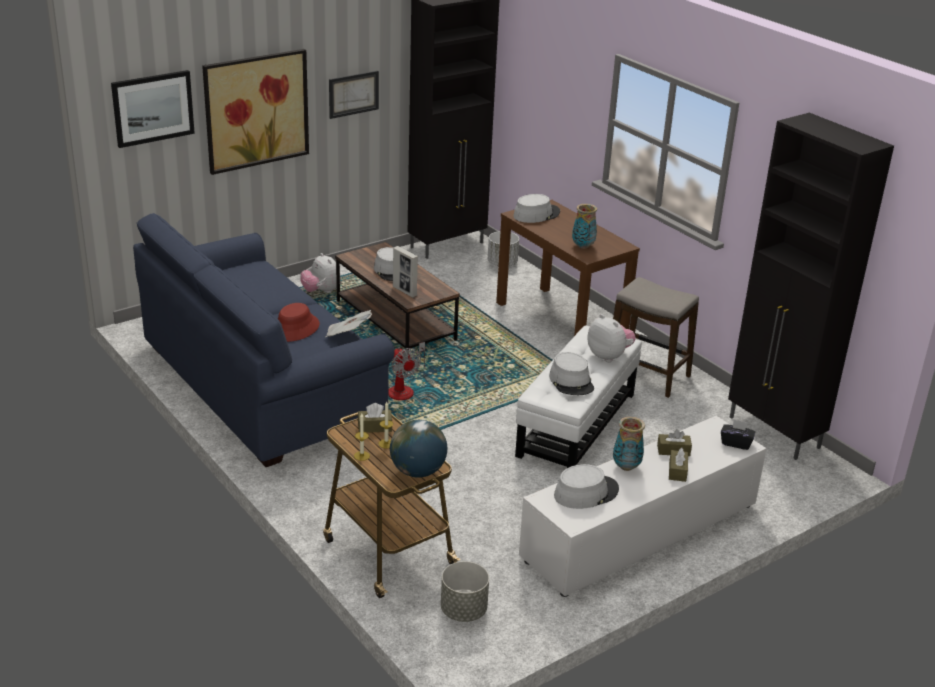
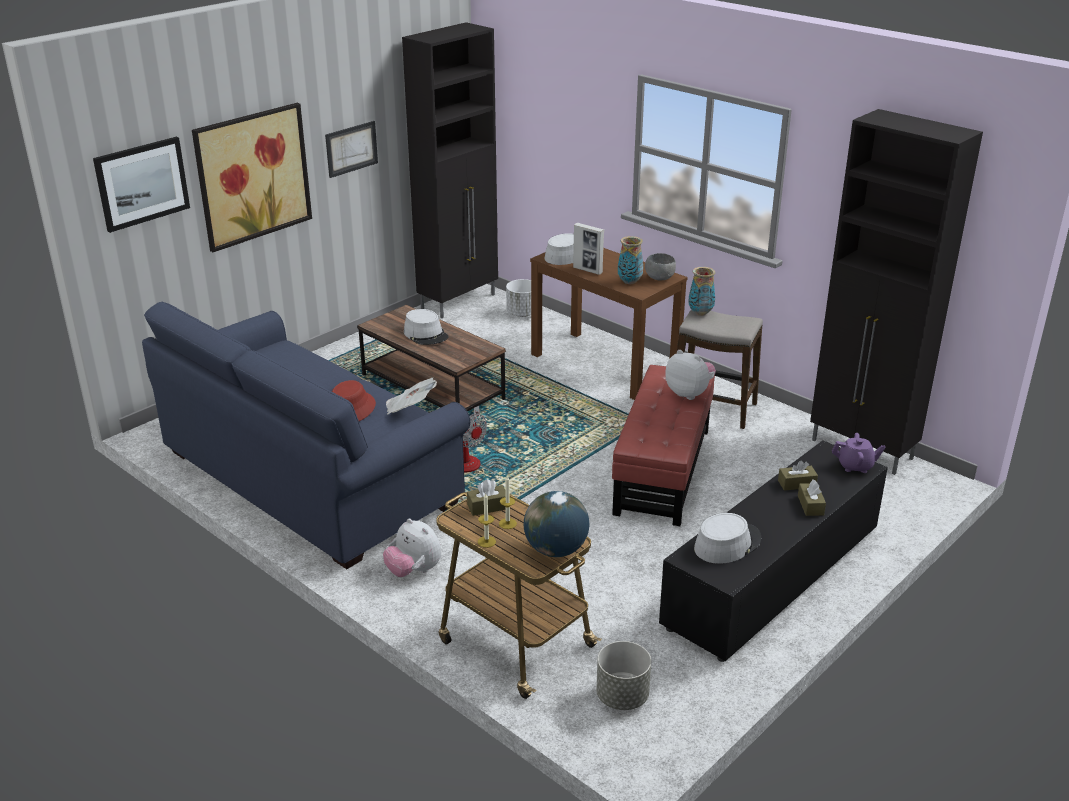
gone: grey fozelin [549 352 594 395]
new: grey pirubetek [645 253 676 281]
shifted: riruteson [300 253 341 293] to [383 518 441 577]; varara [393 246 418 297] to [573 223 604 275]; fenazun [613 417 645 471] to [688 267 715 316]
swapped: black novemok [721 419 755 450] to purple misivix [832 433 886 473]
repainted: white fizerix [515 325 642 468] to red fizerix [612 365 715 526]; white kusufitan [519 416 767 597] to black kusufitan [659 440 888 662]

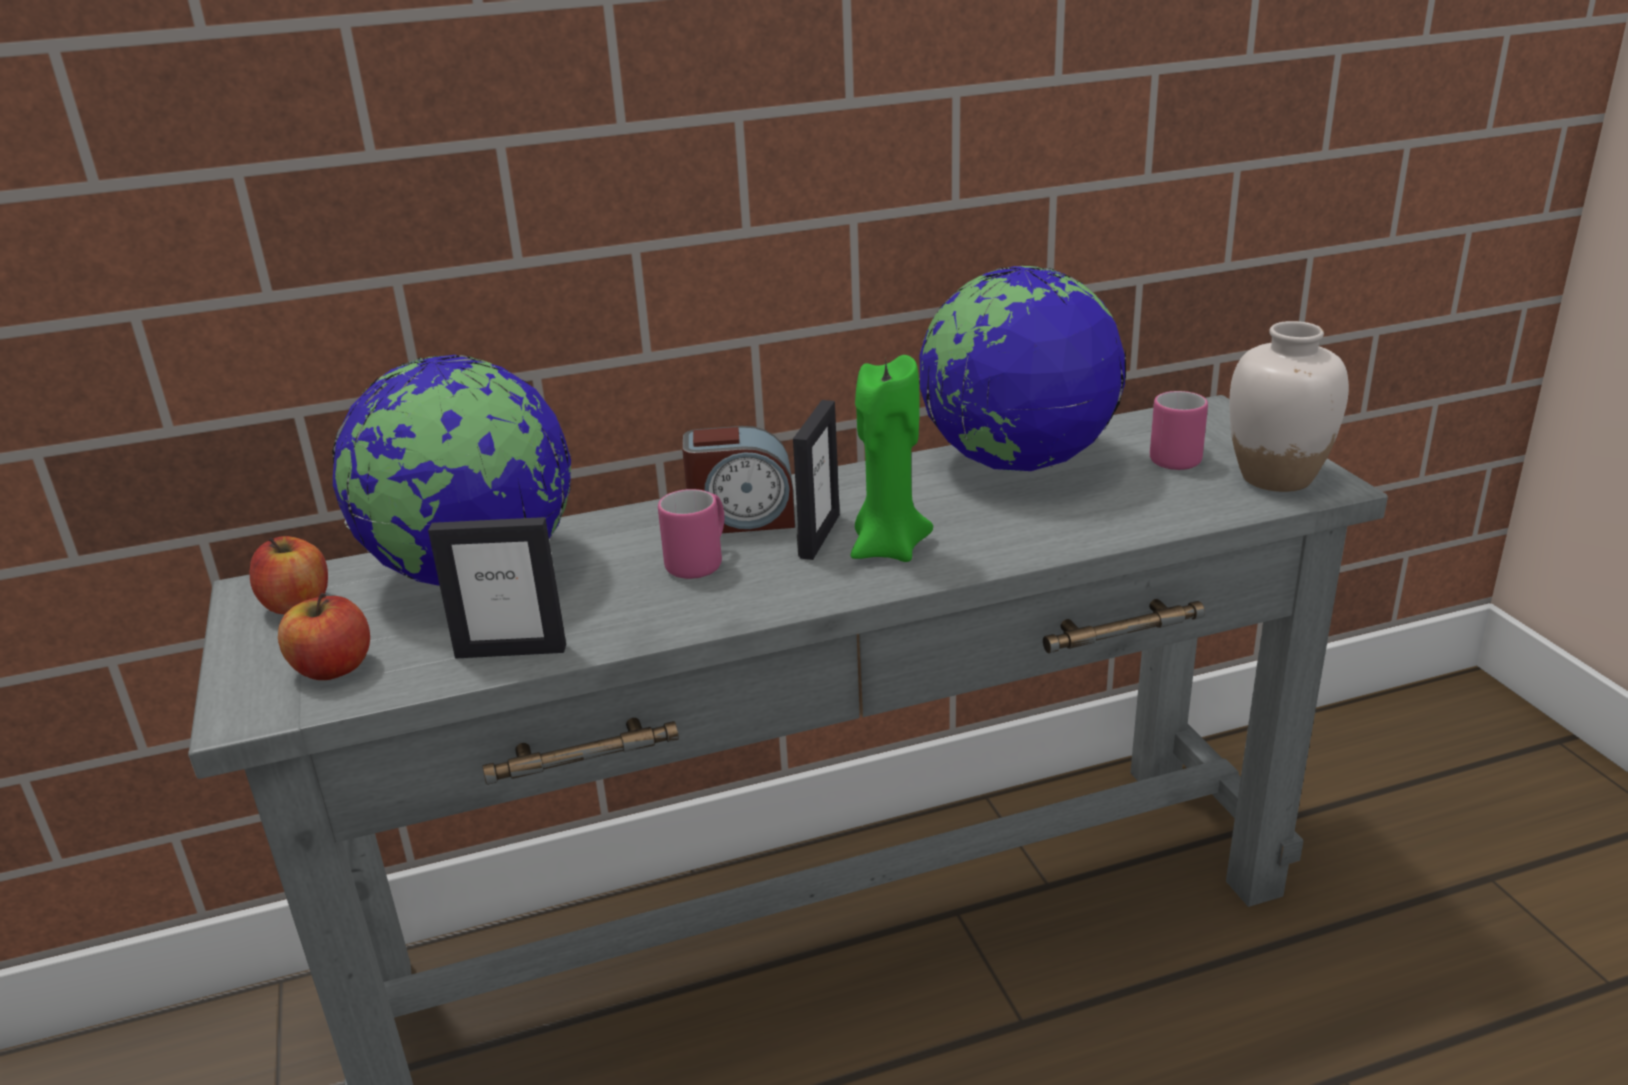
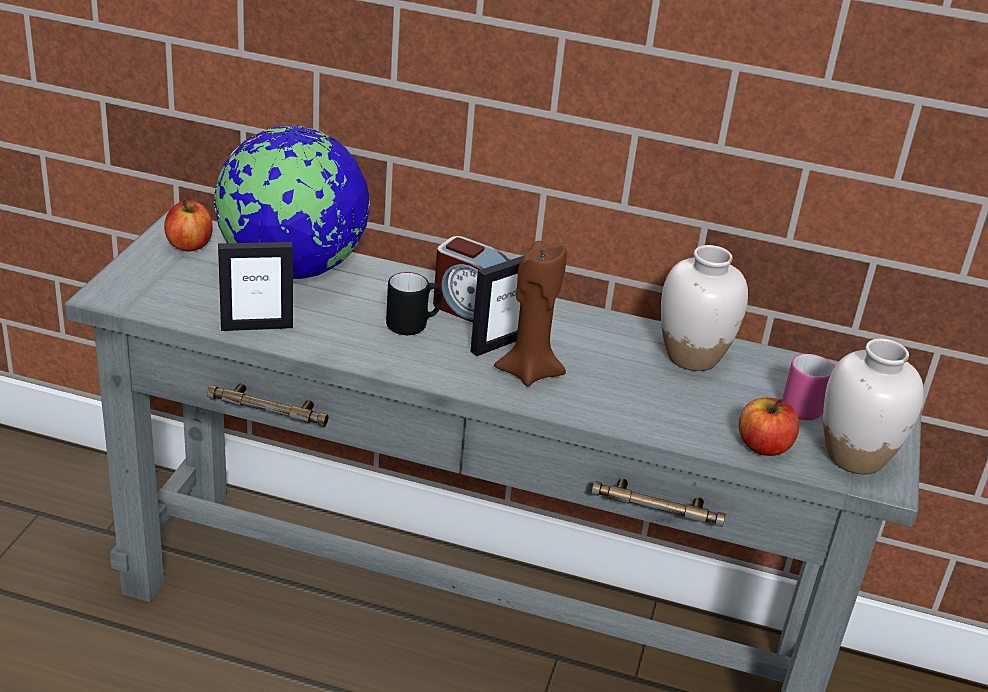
shifted: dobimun [278 593 370 680] to [739 398 799 456]
swapped: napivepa [919 266 1126 471] to white fenazun [661 245 748 371]
repainted: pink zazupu [658 489 724 579] to black zazupu [386 272 442 335]; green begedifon [851 355 933 562] to brown begedifon [494 241 567 386]
rotated: varara [428 517 566 659] = [218 242 293 331] 45 degrees counterclockwise

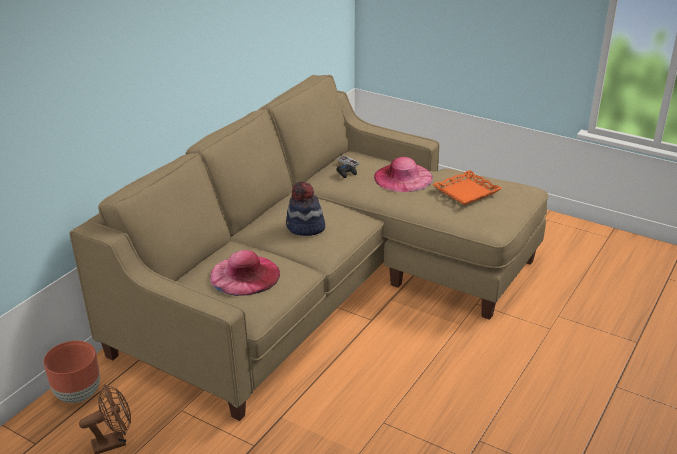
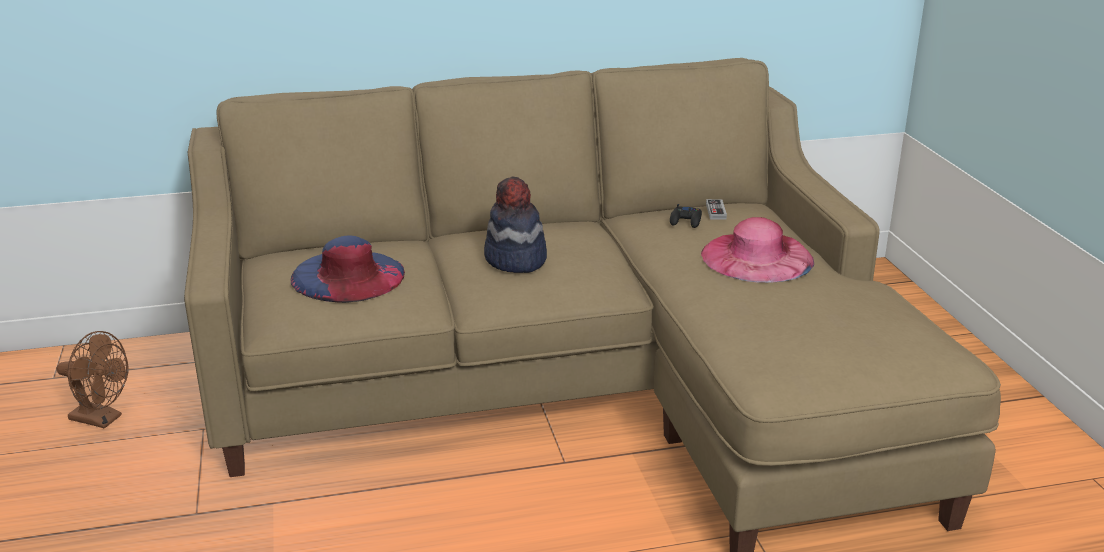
gone: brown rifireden [44 341 100 403]; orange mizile [432 170 502 205]
repainted: pink fozelin [210 250 280 296] to blue fozelin [291 235 405 303]

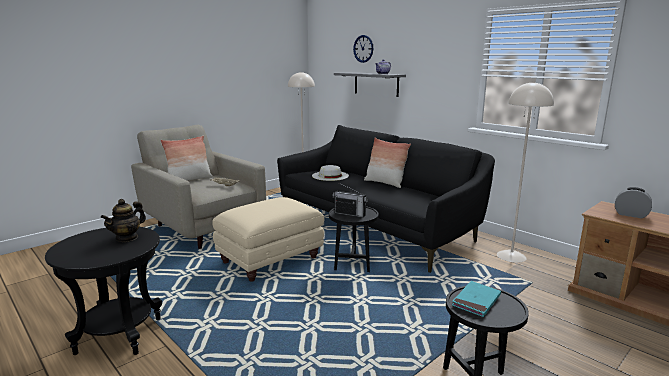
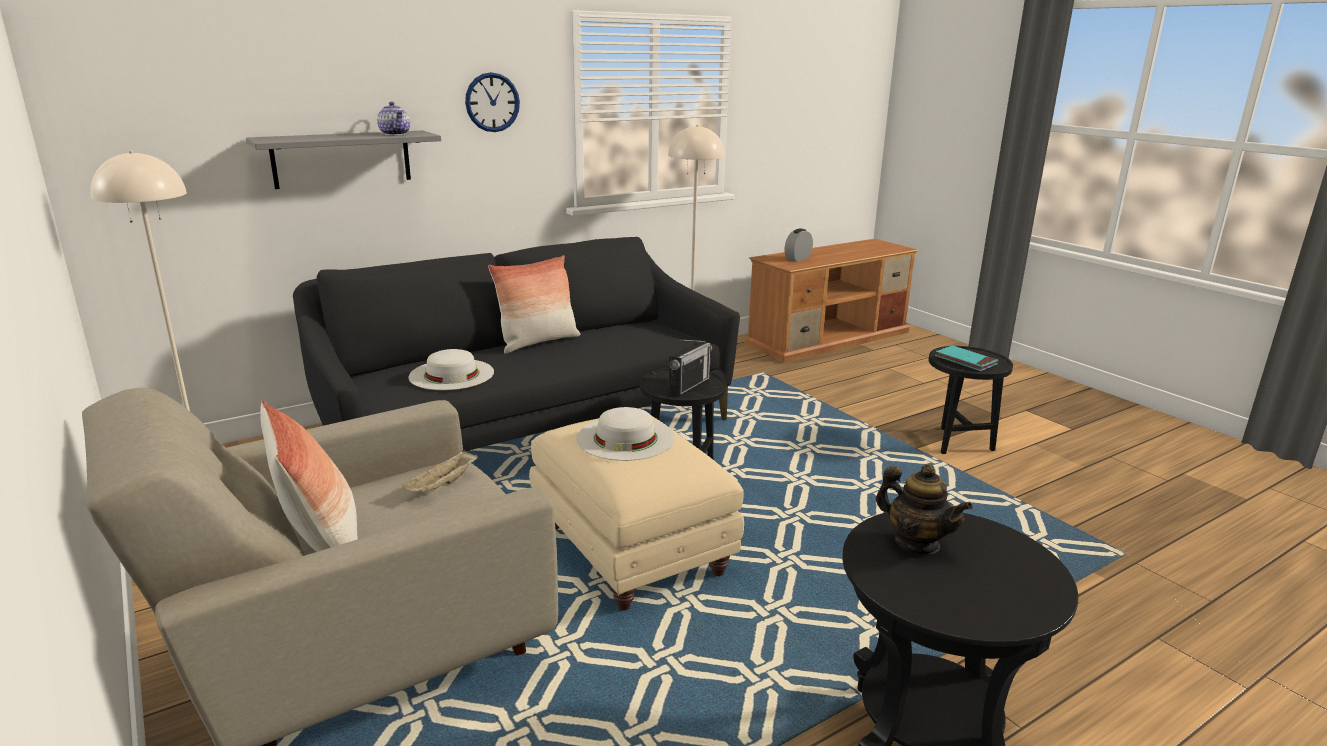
new: white fozelin [576 407 675 461]
shifted: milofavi [353 35 373 63] to [465 72 520 132]

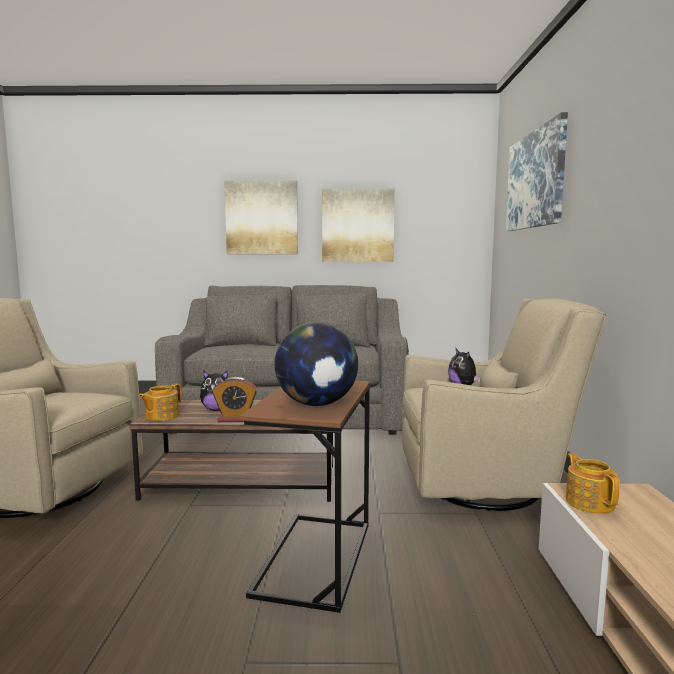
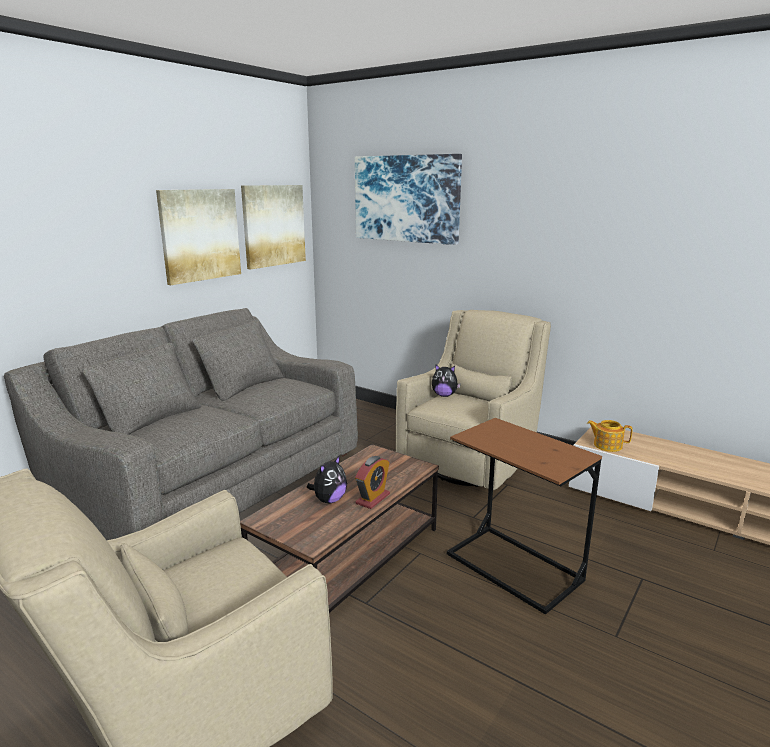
gone: misivix [139 383 181 421]; napivepa [274 322 358 406]
shifted: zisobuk [224 181 298 254] to [241 185 306 270]

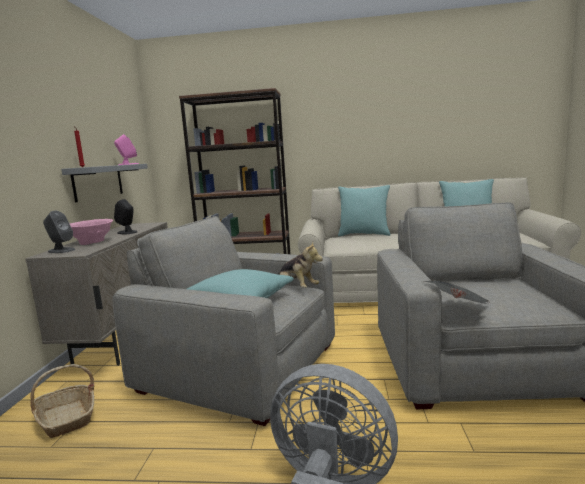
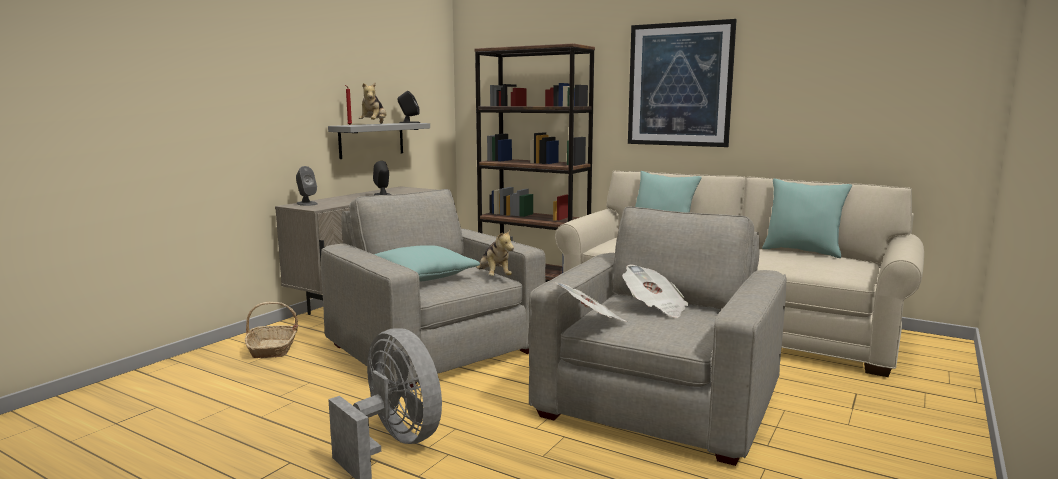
gone: pink pirubetek [70 219 113 245]
new: riruteson [359 82 386 124]; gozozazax [622 265 689 318]; zisobuk [628 19 737 147]
repainted: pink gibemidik [114 134 139 165] to black gibemidik [397 91 420 123]

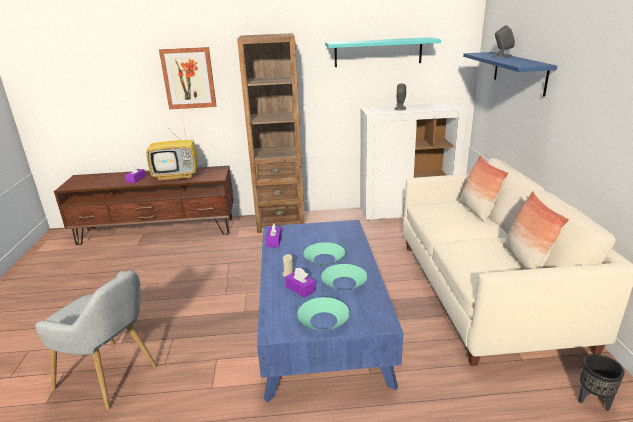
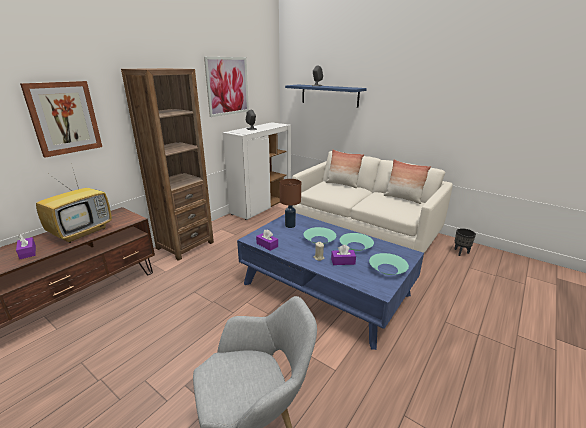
new: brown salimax [280 179 301 228]
swapped: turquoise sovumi [325 37 441 67] to zisobuk [204 57 249 117]

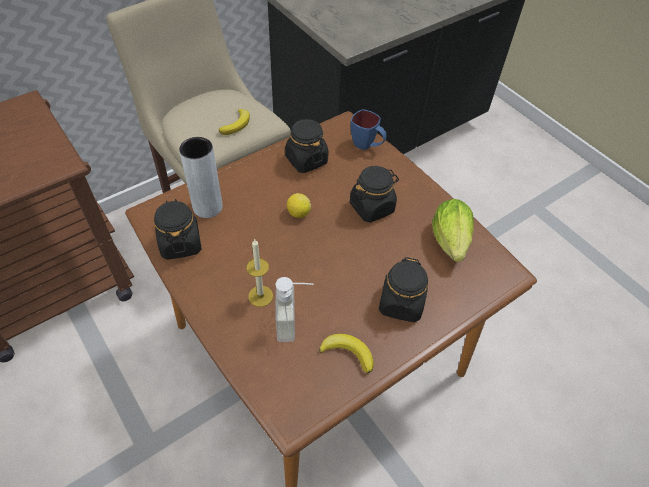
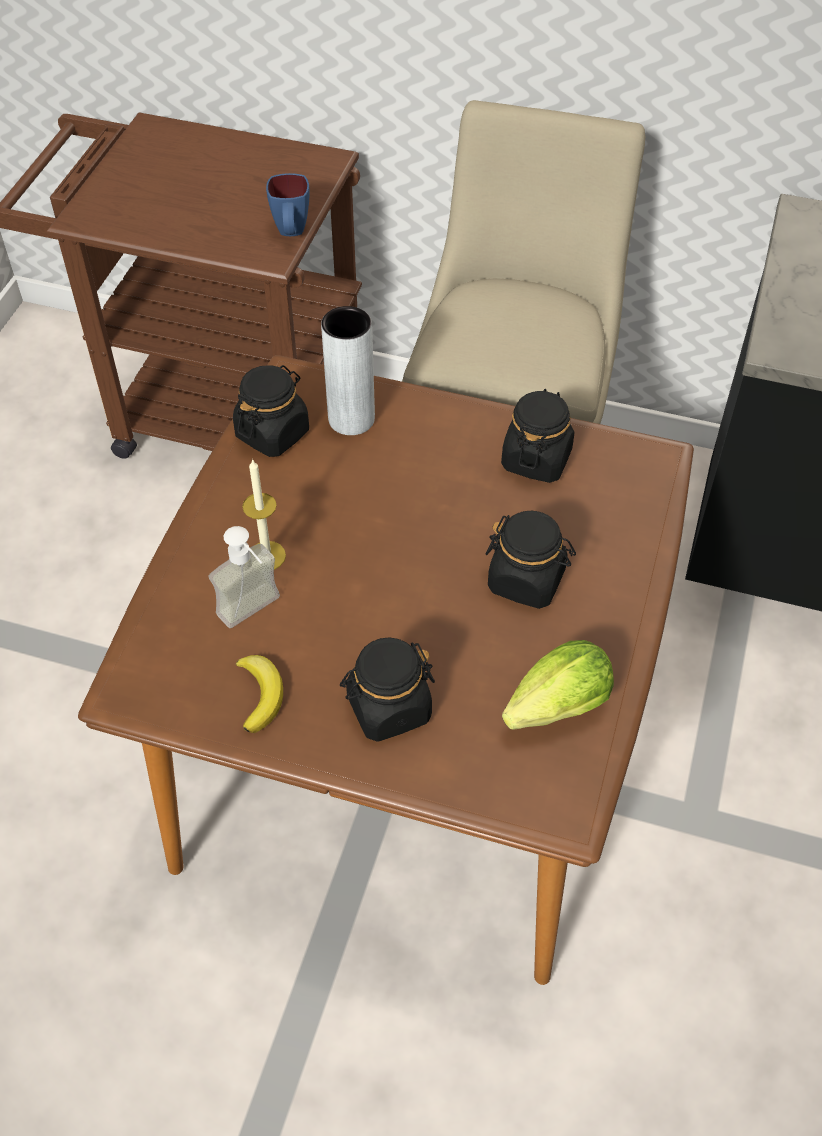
gone: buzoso [219 109 250 135]; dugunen [287 193 311 218]
shifted: blue zazupu [350 109 387 150] to [266 173 310 236]

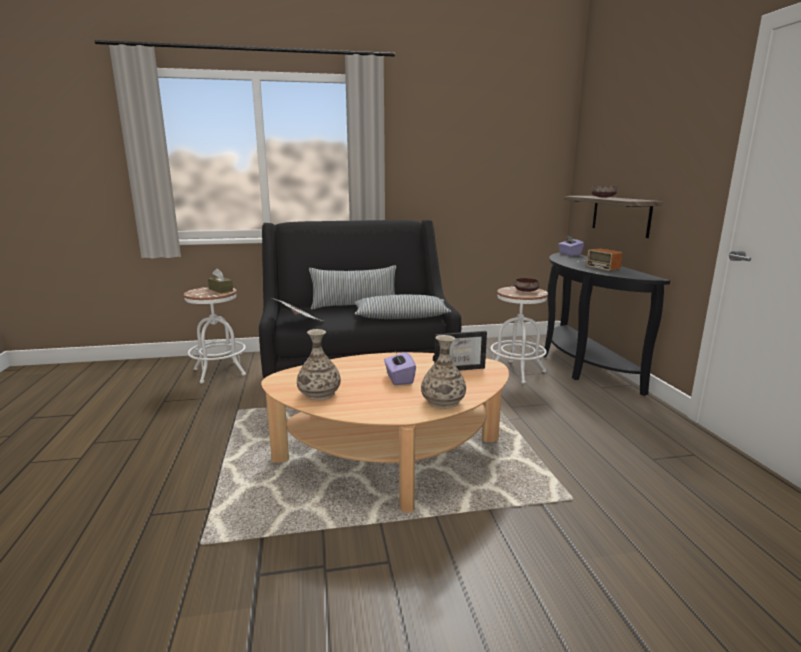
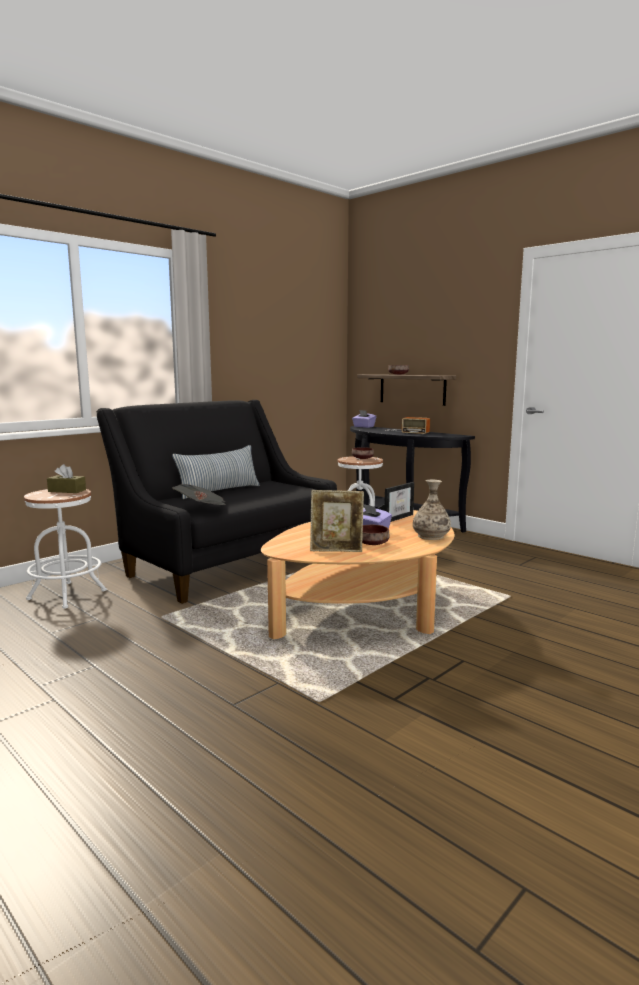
gone: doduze [354 295 451 319]
new: brown pirubetek [362 525 389 545]
swapped: fenazun [297 329 341 400] to varara [310 490 364 552]

